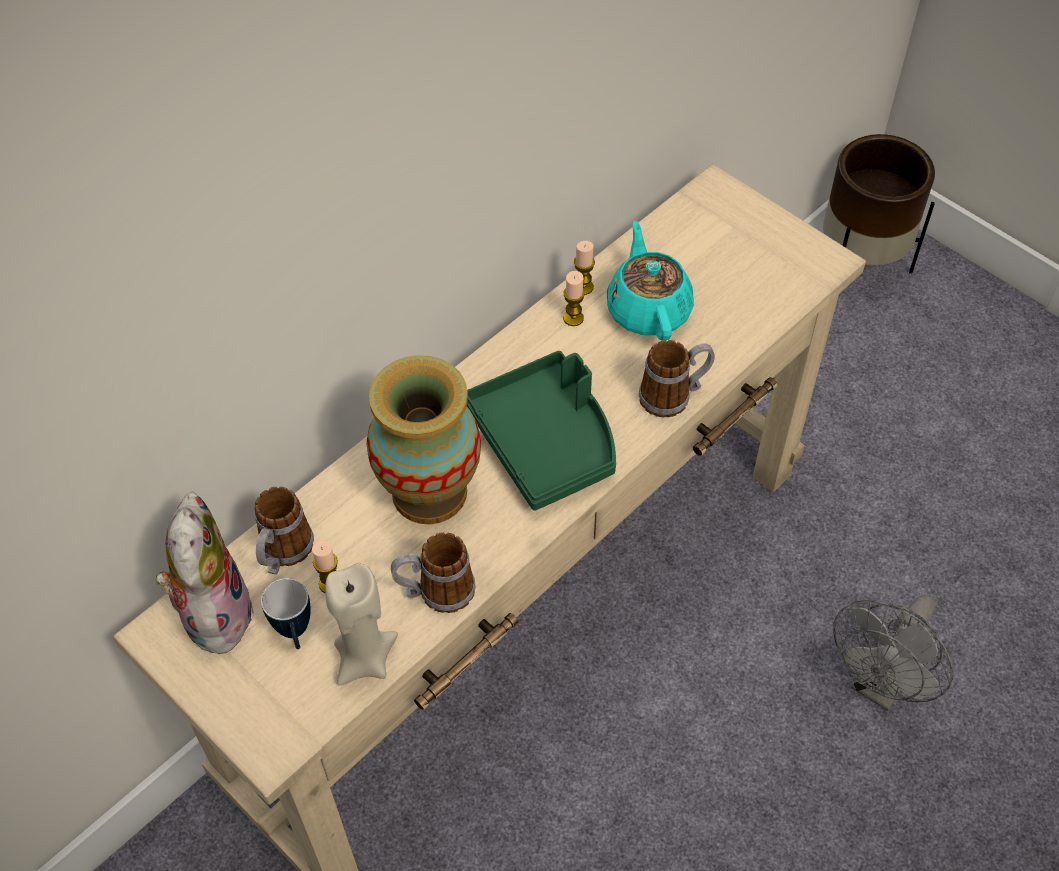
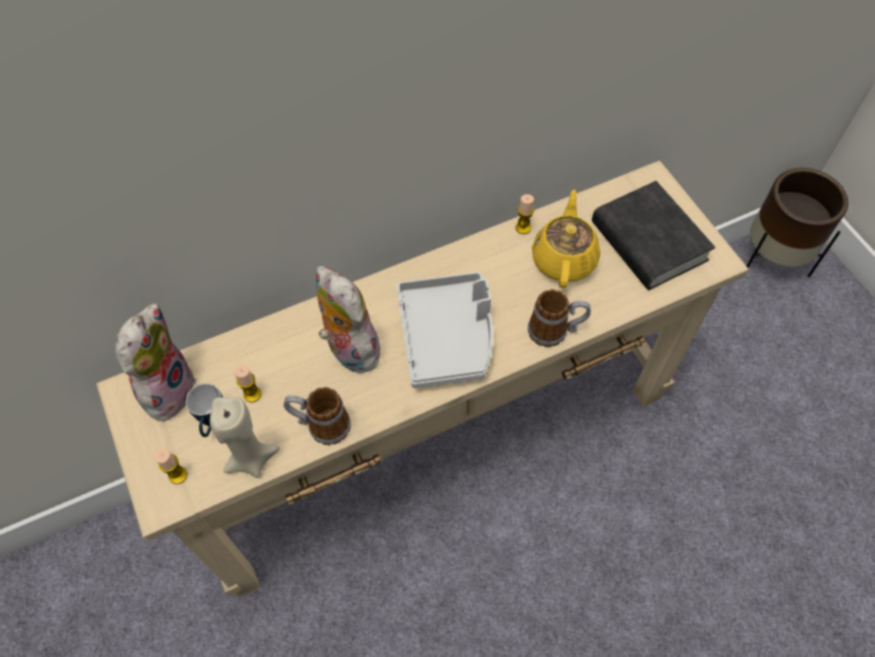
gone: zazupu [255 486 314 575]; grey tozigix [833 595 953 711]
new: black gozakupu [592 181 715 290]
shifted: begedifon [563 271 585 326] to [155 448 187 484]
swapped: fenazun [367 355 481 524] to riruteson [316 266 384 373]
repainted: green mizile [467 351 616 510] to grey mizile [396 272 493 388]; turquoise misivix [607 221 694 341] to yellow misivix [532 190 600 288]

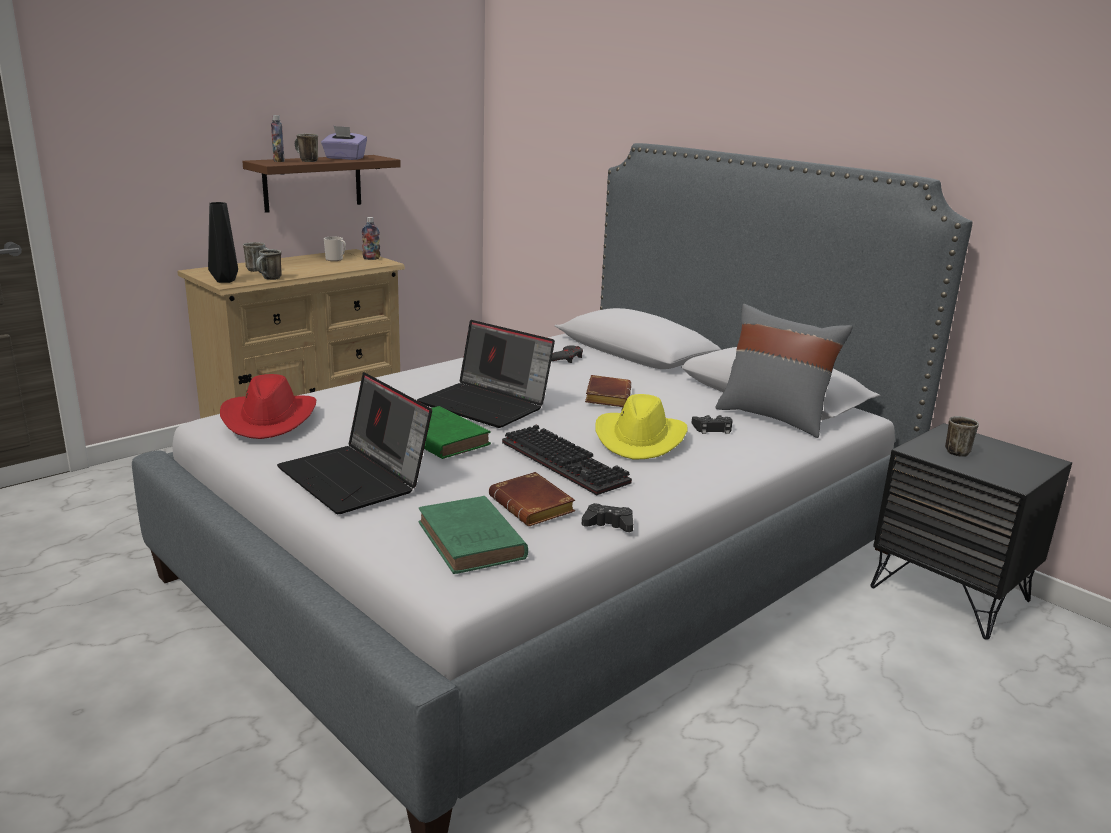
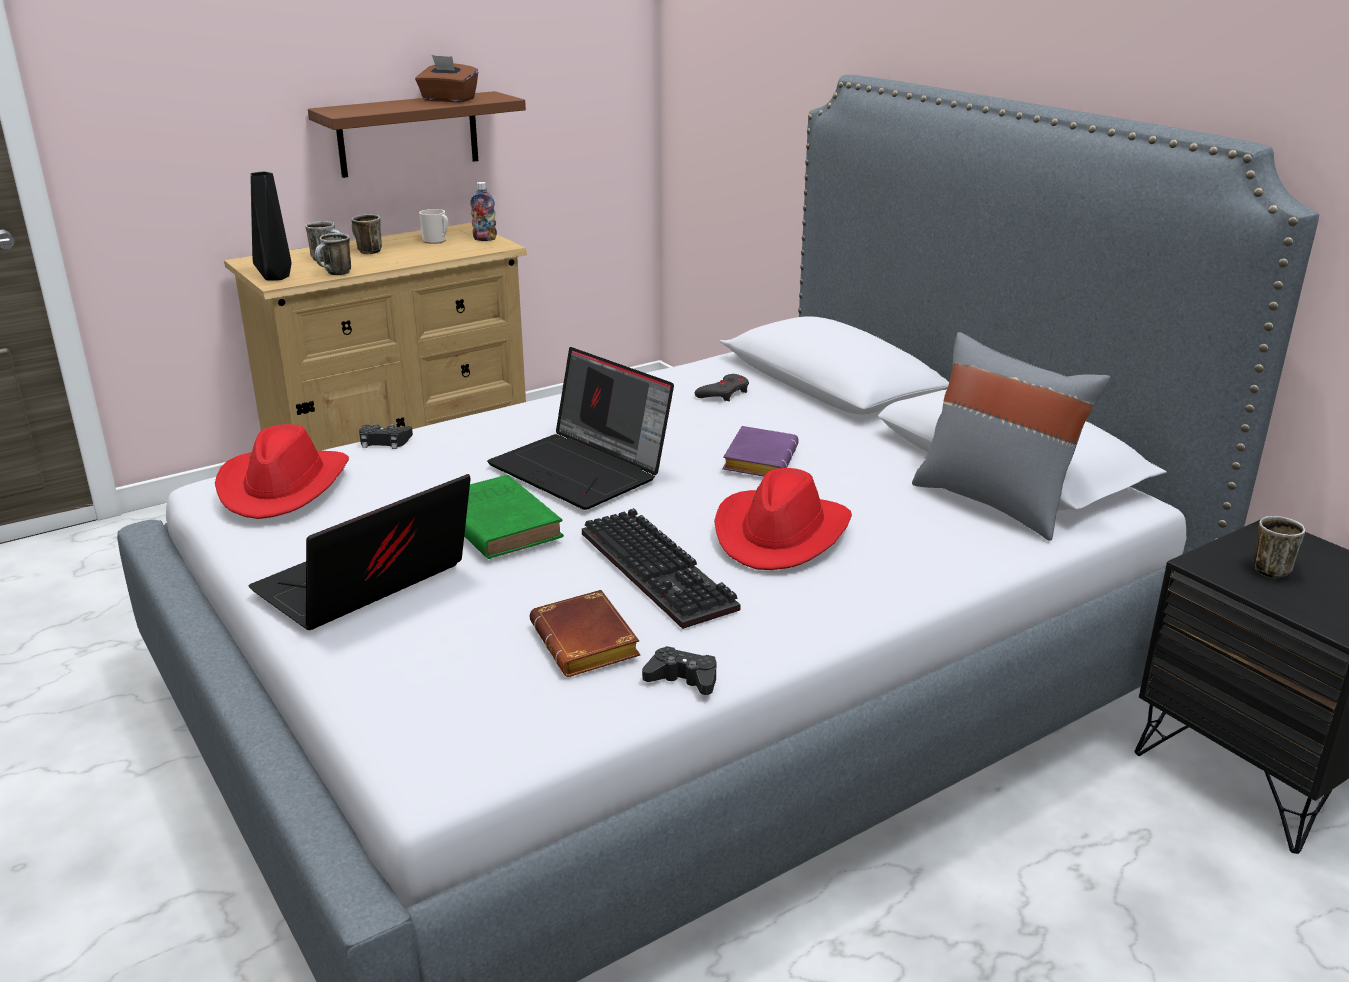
gone: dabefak [271 115 285 162]; green gozakupu [418 496 528 574]
shifted: zazupu [295 134 318 162] to [351 214 382 254]; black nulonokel [691 415 733 434] to [359 424 413 449]
repainted: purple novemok [321 126 367 160] to brown novemok [415 55 478 103]; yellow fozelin [595 394 688 459] to red fozelin [714 468 852 570]; brown gozakupu [585 375 631 407] to purple gozakupu [722 426 799 477]
rotated: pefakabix [277 372 432 514] = [249 474 471 630] 75 degrees clockwise

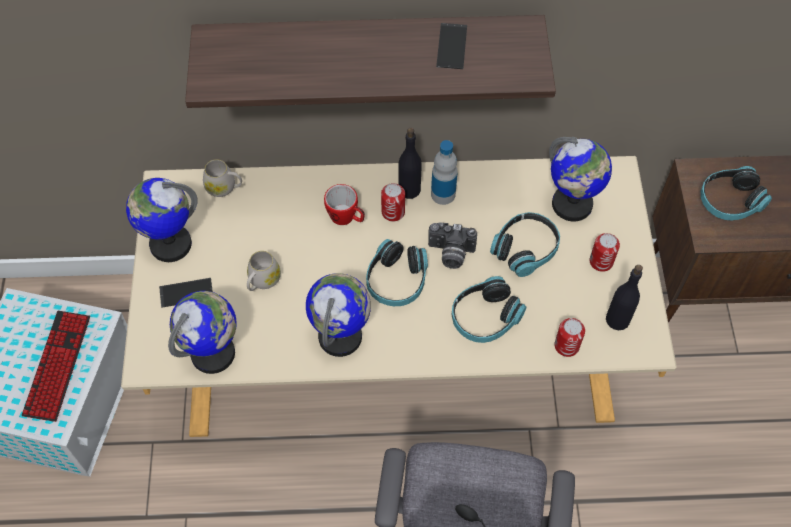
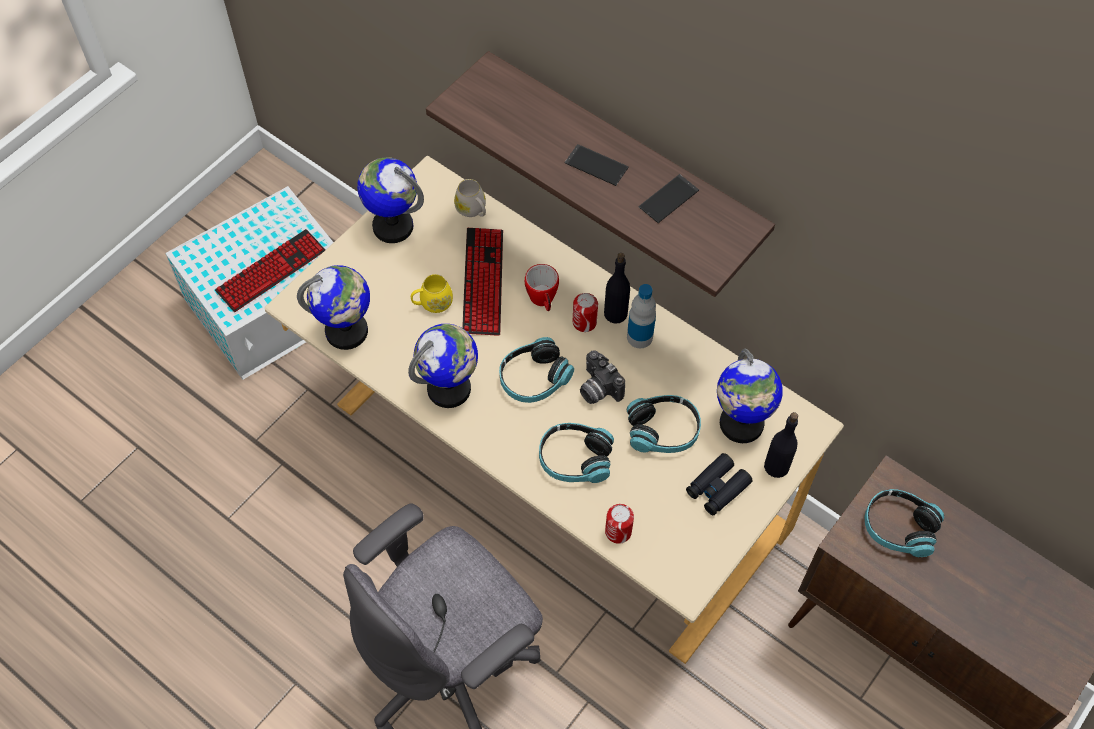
new: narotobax [462 228 503 336]
shifted: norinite [159 278 213 308] to [565 144 629 186]; black dabefak [606 265 643 330] to [764 412 798 478]
swapped: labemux [589 233 620 272] to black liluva [686 453 753 515]
repainted: white zazupu [247 251 281 291] to yellow zazupu [411 274 453 313]

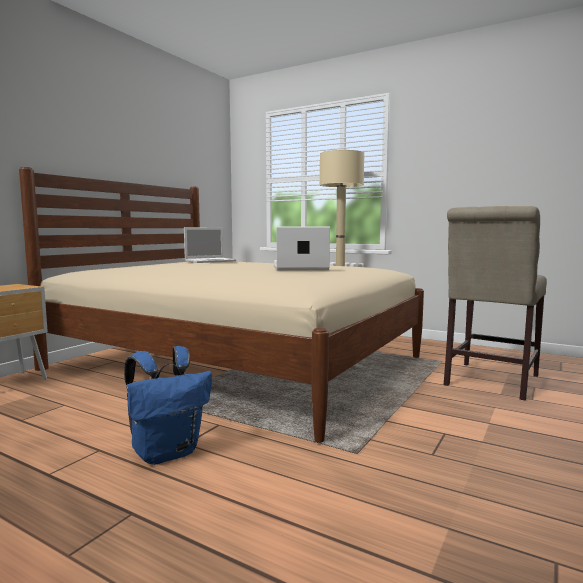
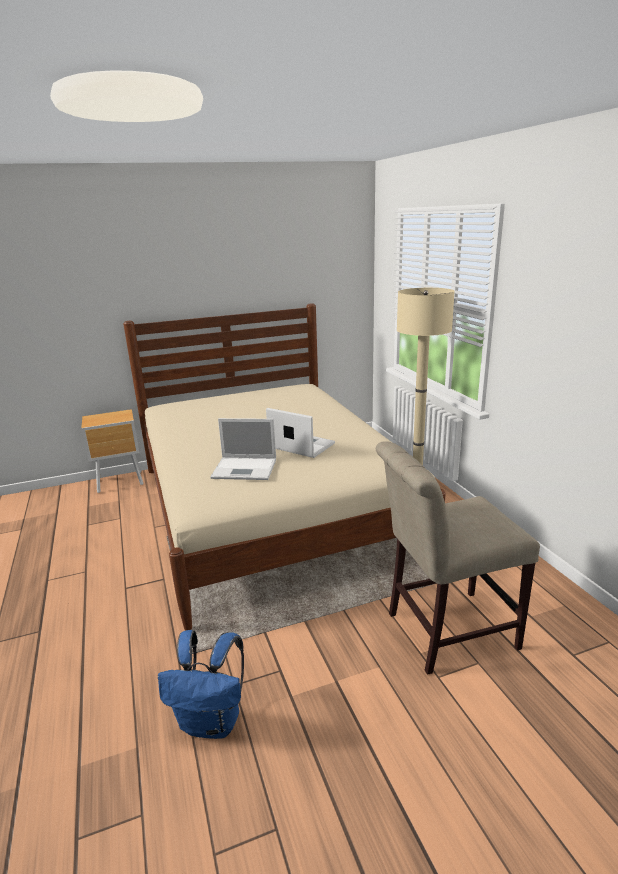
shifted: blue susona [124 346 212 465] to [158 630 244 739]; pefakabix [184 227 236 263] to [210 418 276 480]

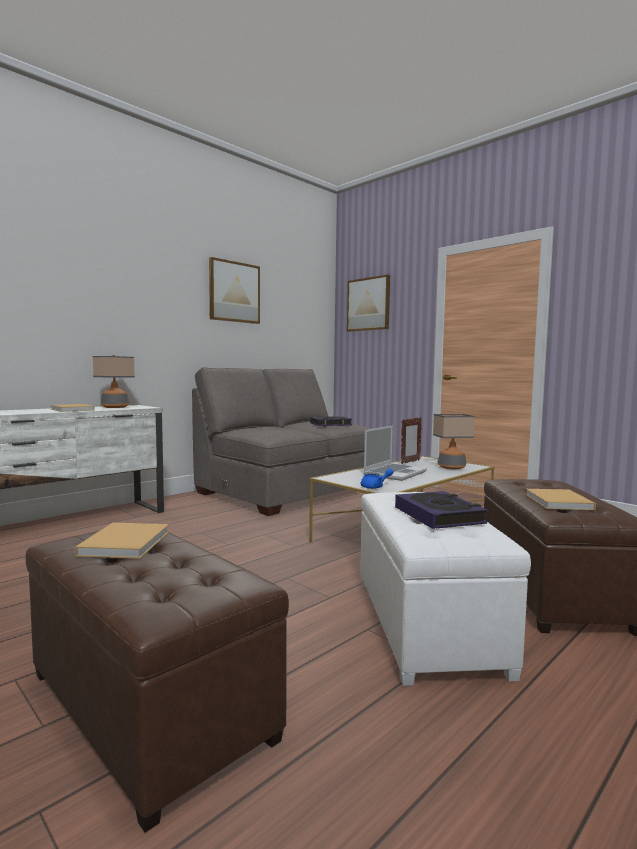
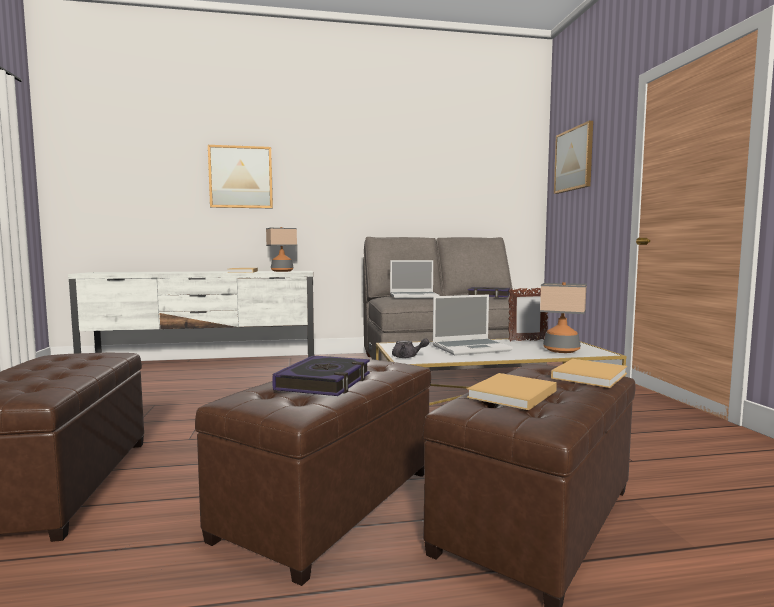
new: pefakabix [390 260 440 299]
shifted: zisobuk [209 257 260 324] to [208 145 273 208]; beige gozakupu [75 523 169 559] to [551 359 627 388]
repainted: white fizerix [360 492 531 686] to brown fizerix [195 358 431 586]; blue misivix [361 469 393 489] to grey misivix [392 338 429 358]

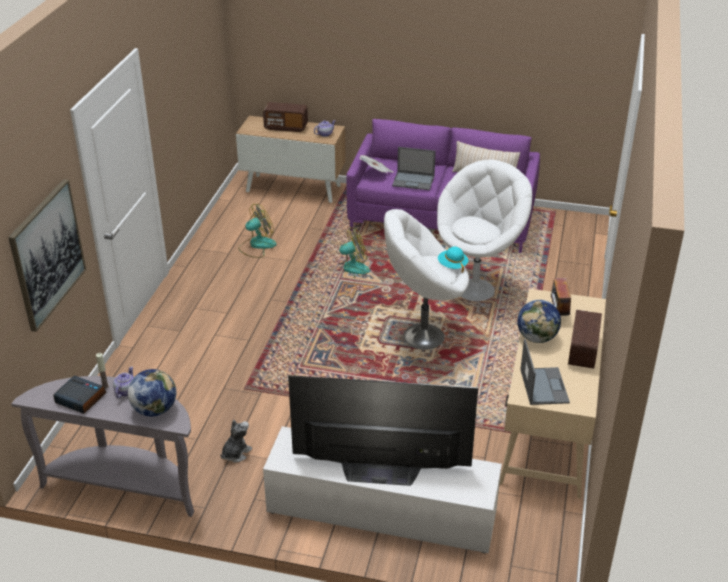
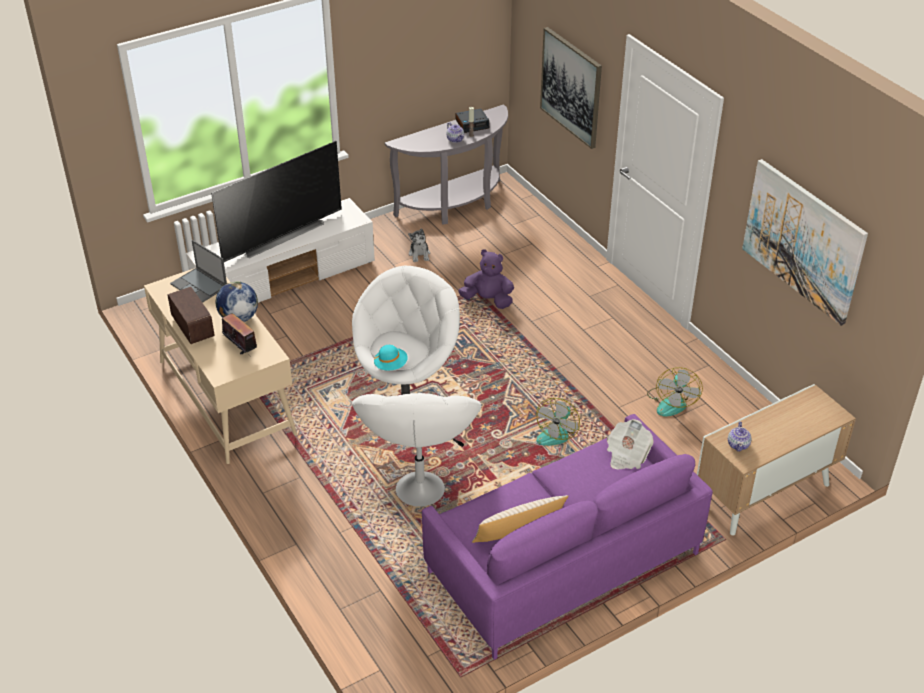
gone: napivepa [128 369 176 416]; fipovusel [263 102 308 132]; pefakabix [392 147 436 190]
new: purple riruteson [458 249 514 309]; zisobuk [742 159 868 326]

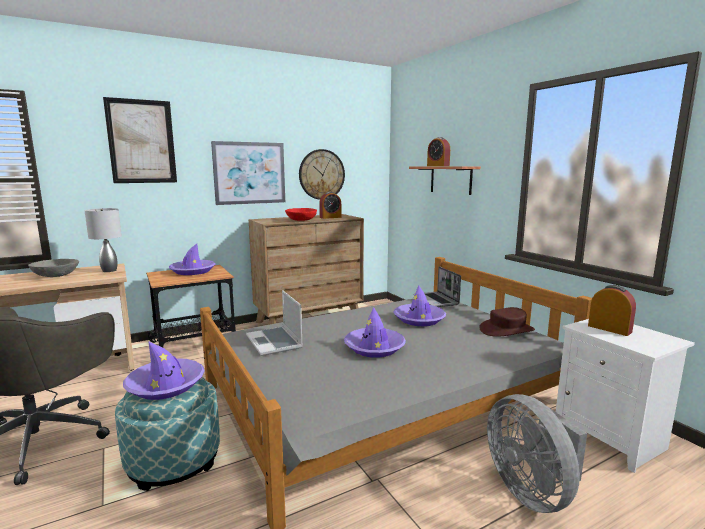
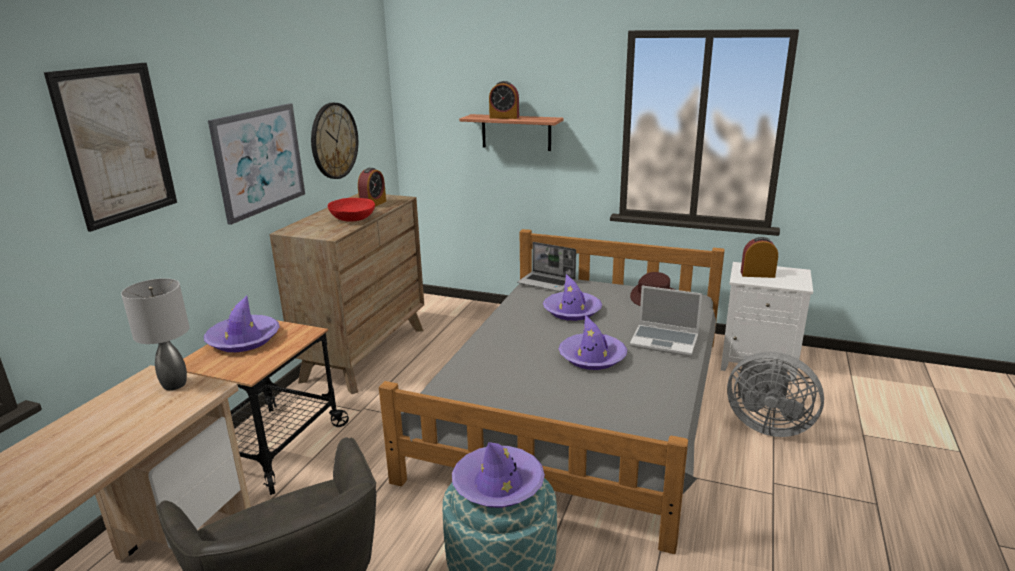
gone: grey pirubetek [28 259 79 277]
shifted: pefakabix [246 290 303 356] to [630 286 702 356]

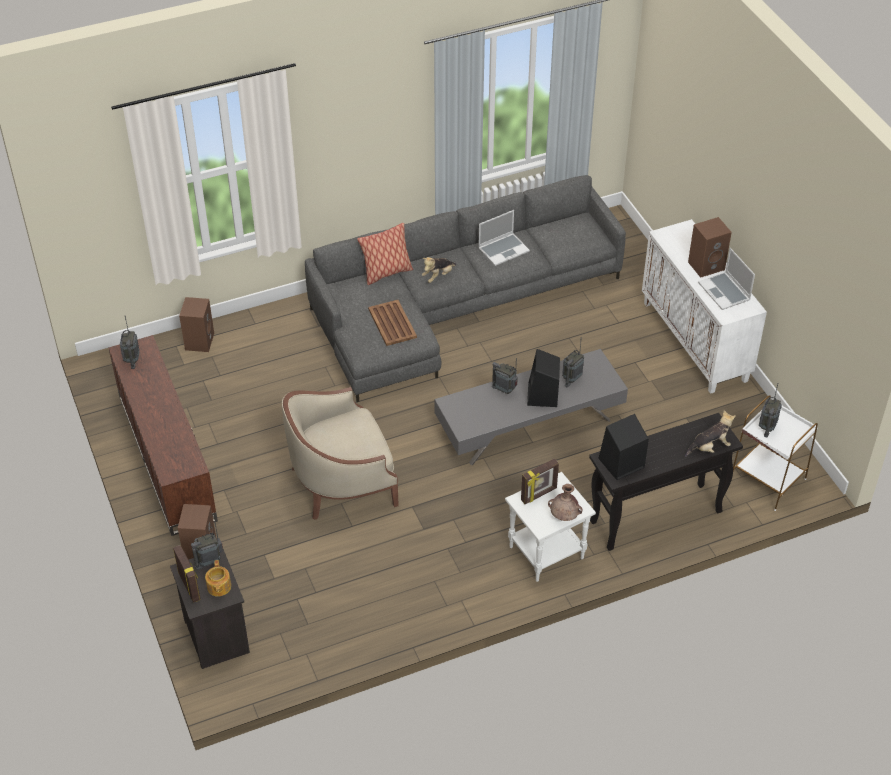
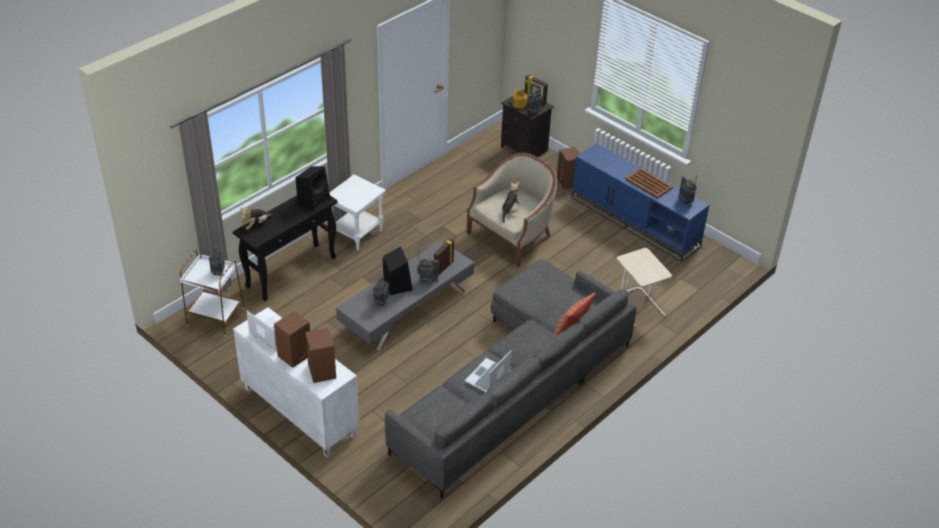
gone: brown fenazun [548 484 583 521]
new: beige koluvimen [617 248 672 326]
shifted: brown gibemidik [179 297 214 352] to [305 328 336 383]; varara [521 458 559 504] to [434 239 454 276]; riruteson [422 257 456 283] to [501 181 521 223]; brown mizile [368 300 417 346] to [625 168 673 199]
repainted: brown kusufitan [108 335 218 536] to blue kusufitan [571 143 709 262]

